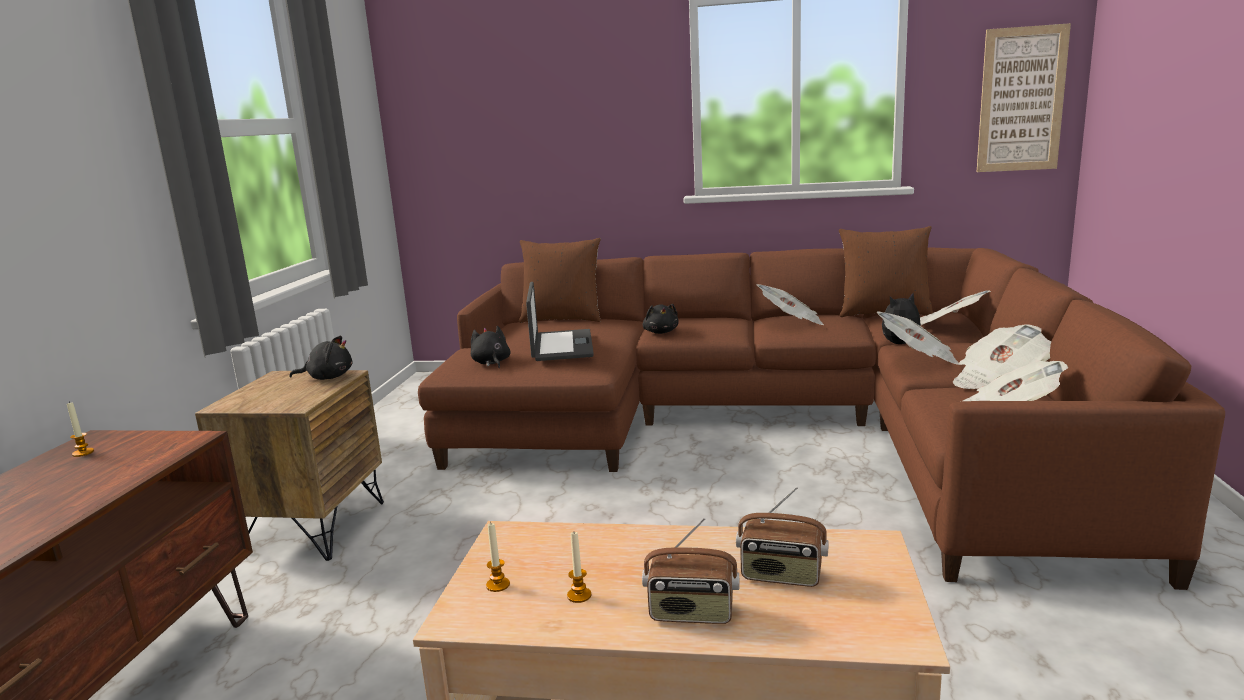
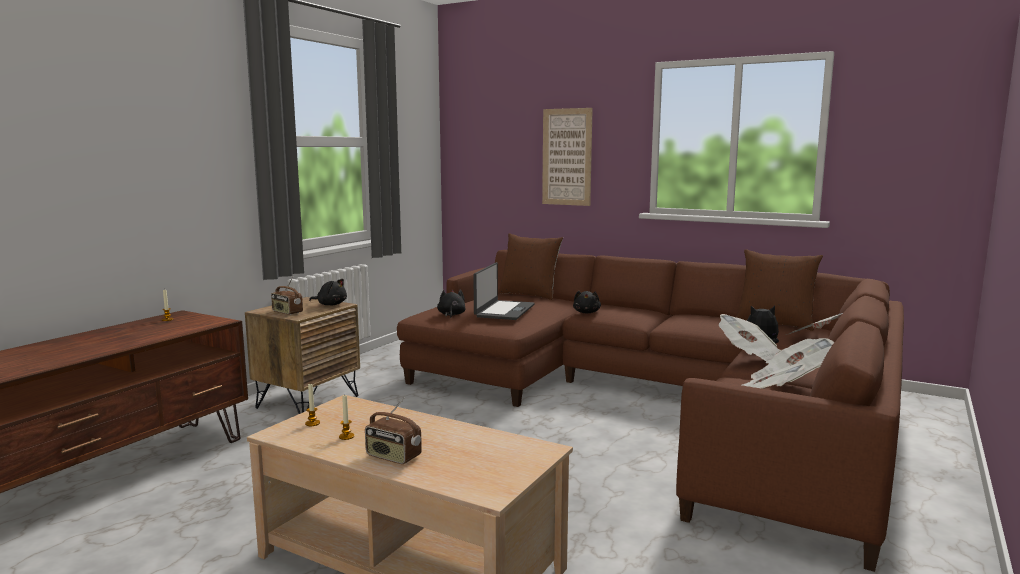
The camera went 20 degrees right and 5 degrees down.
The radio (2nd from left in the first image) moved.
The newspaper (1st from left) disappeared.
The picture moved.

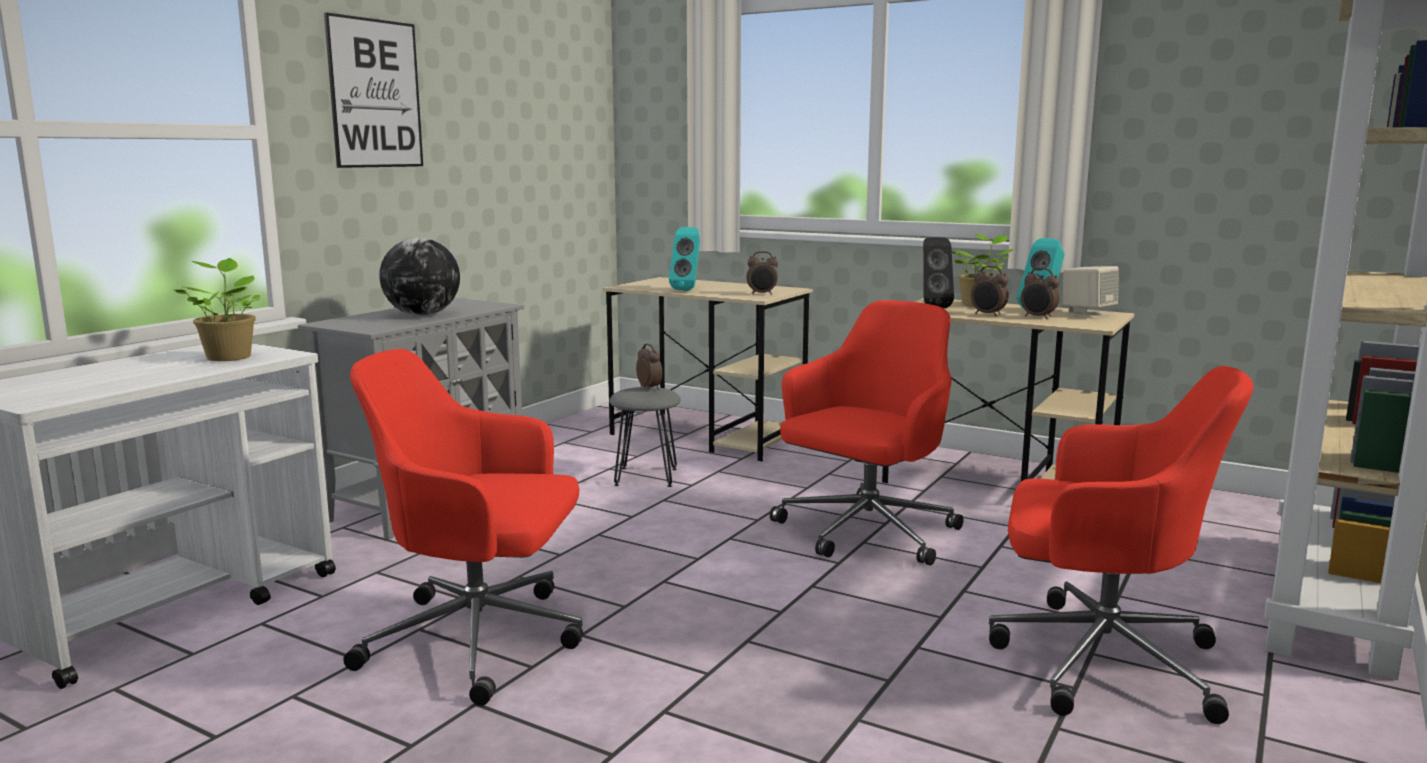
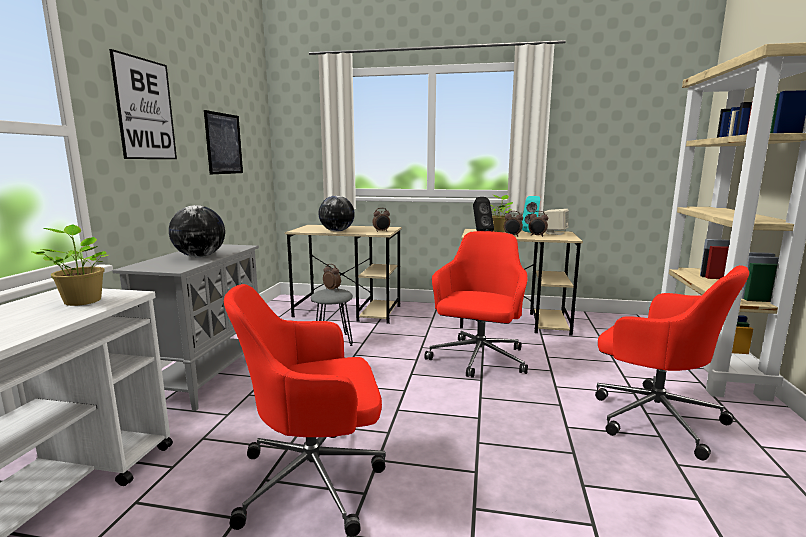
The camera went 20 degrees left and 0 degrees up.
The turquoise speaker (1st from left) was replaced by the globe (2nd from left).
The red office chair (3rd from left) turned 45 degrees clockwise.
The picture (2nd from left) appeared.

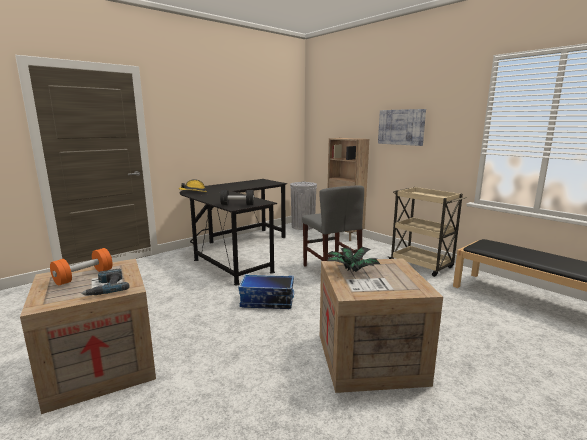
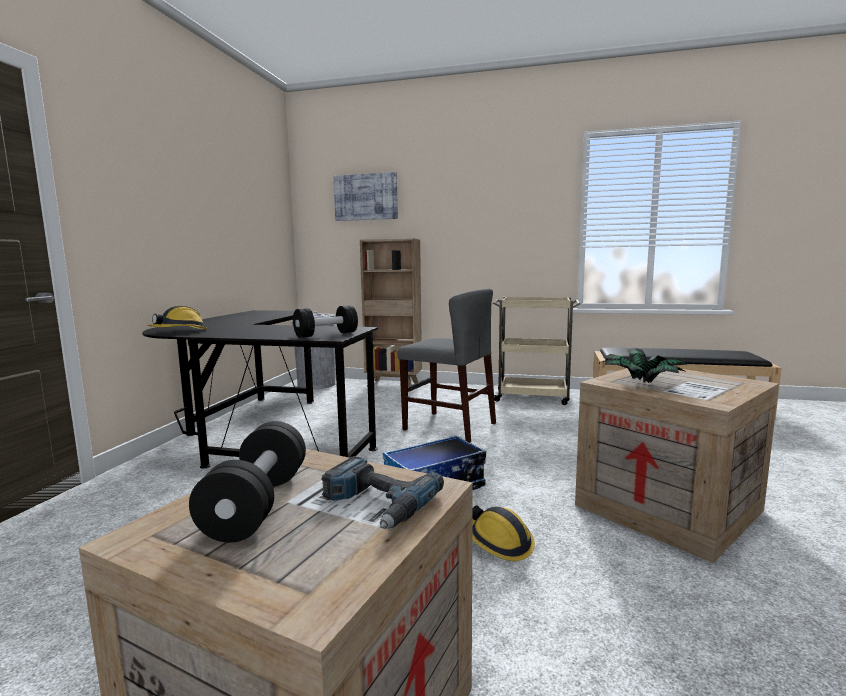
The camera went 35 degrees left and 5 degrees down.
The orange dumbbell became the black dumbbell (1st from left).
The picture moved.
The hard hat (2nd from left) appeared.

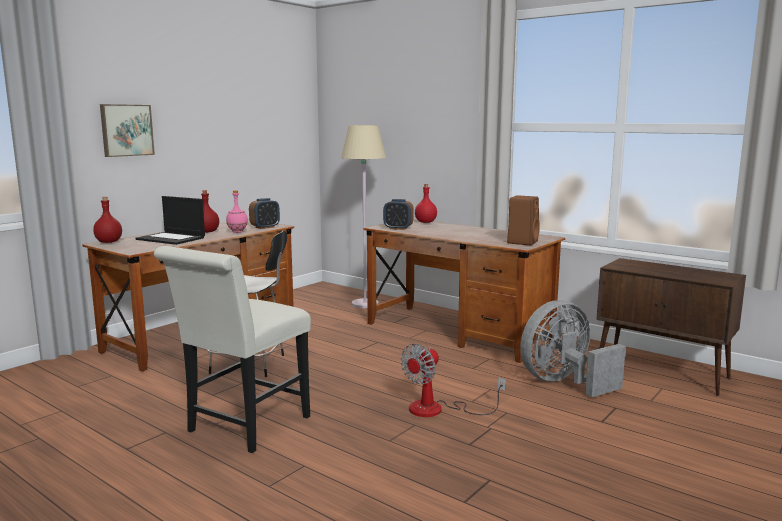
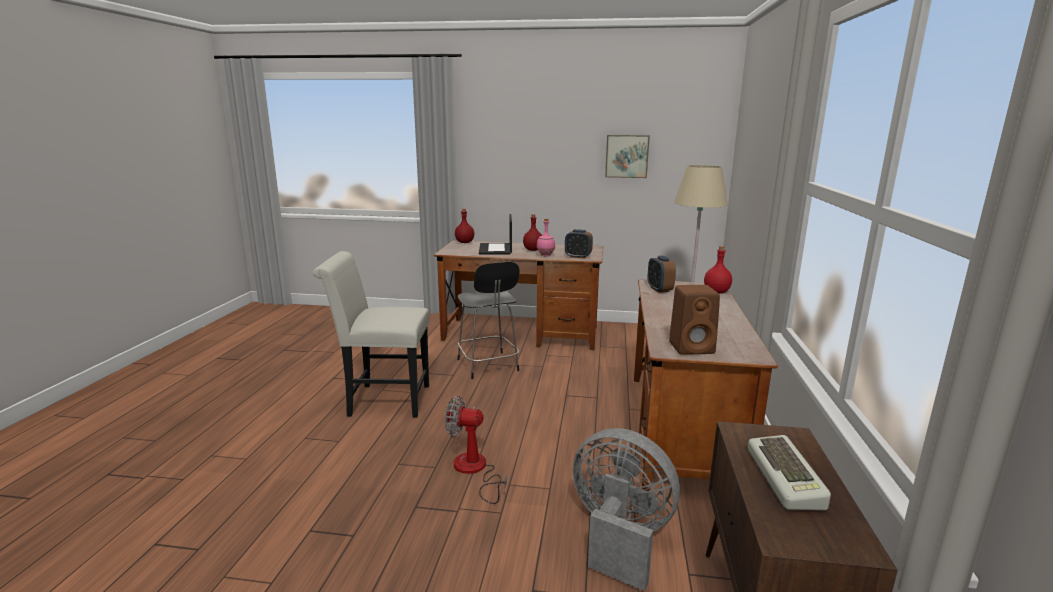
The camera went 60 degrees right and 5 degrees up.
The picture moved.
The keyboard appeared.

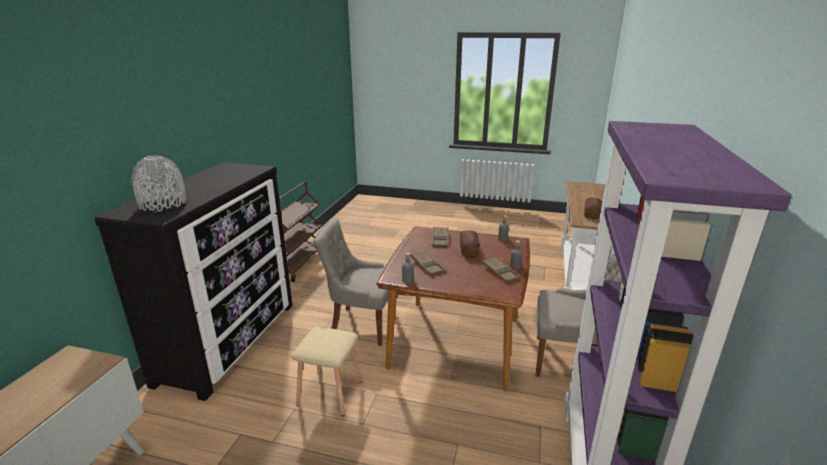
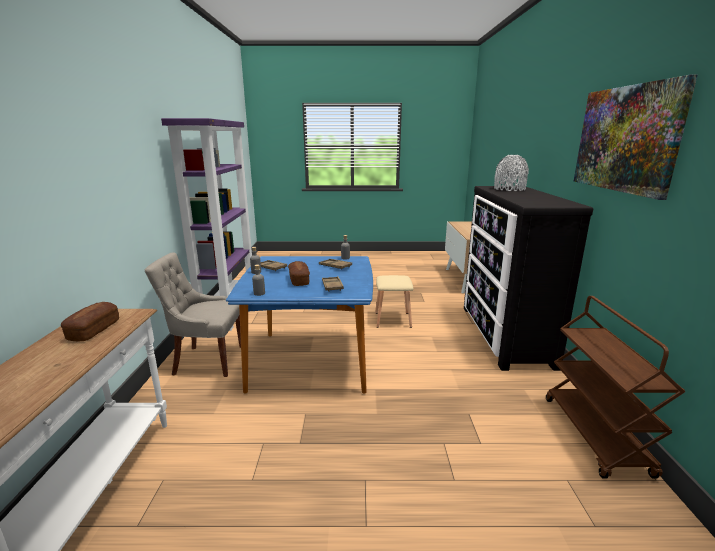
The camera went 165 degrees right and 5 degrees down.
The grey chair (1st from left) disappeared.
The brown dining table became the blue dining table.
The picture appeared.

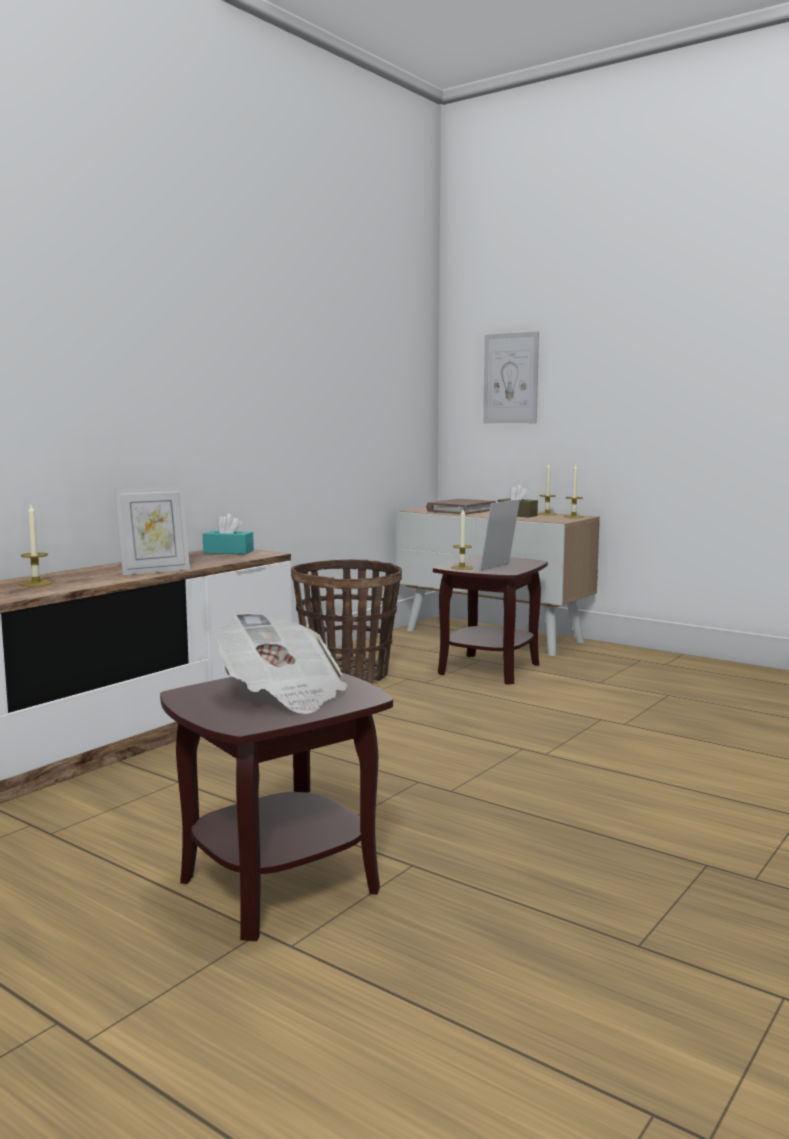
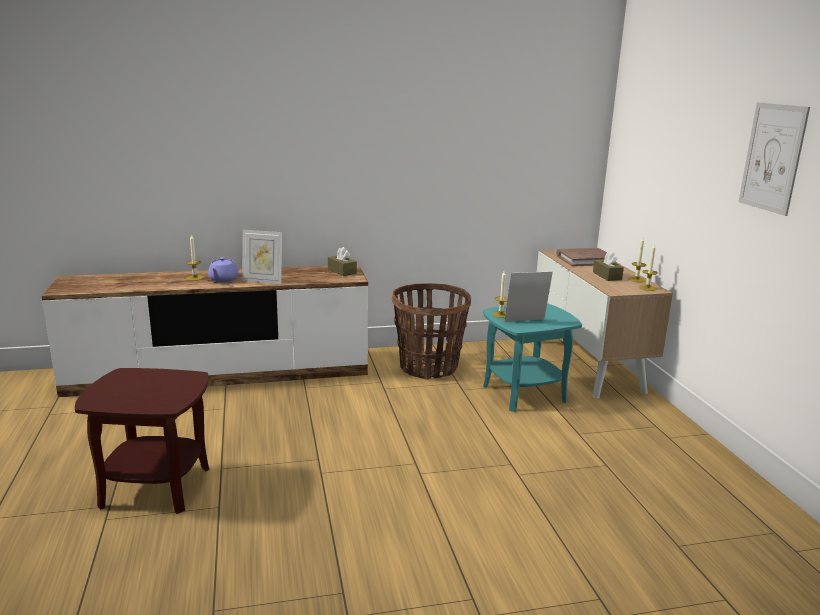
The camera went 40 degrees right and 10 degrees up.
The turquoise tissue box became the brown tissue box (1st from left).
The newspaper disappeared.
The brown side table (2nd from left) became the turquoise side table.
The picture moved.
The purple teapot appeared.

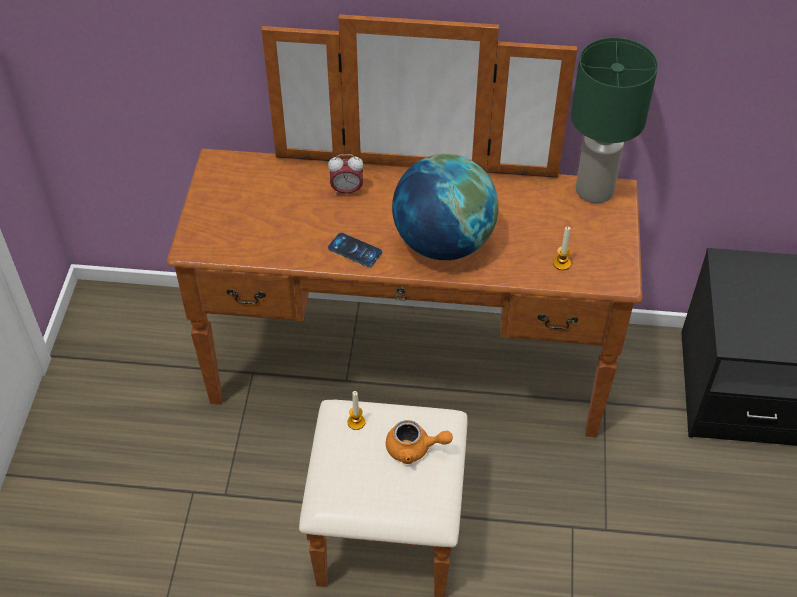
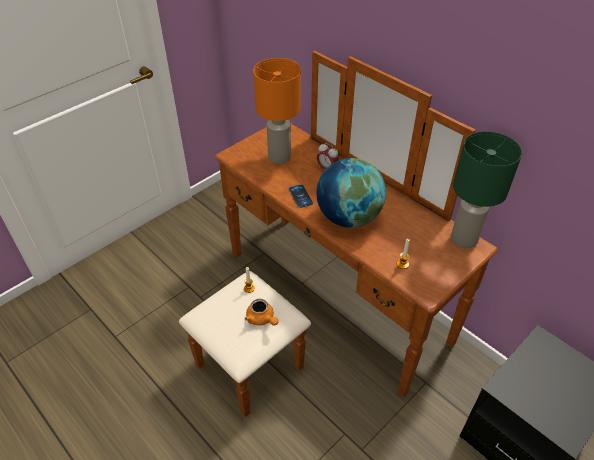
The camera went 40 degrees right and 5 degrees down.
The orange table lamp appeared.

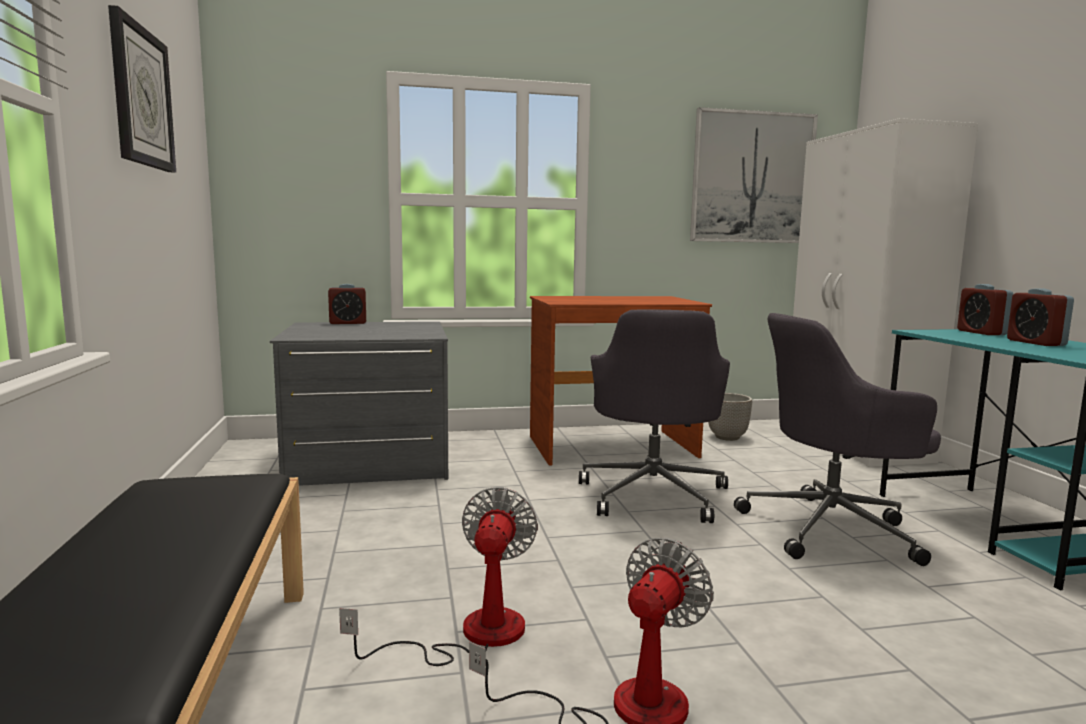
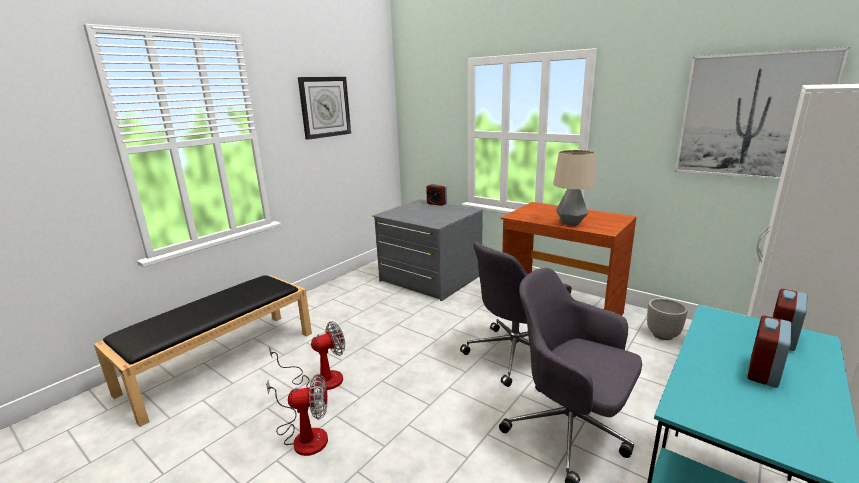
The camera went 50 degrees right and 10 degrees up.
The table lamp appeared.

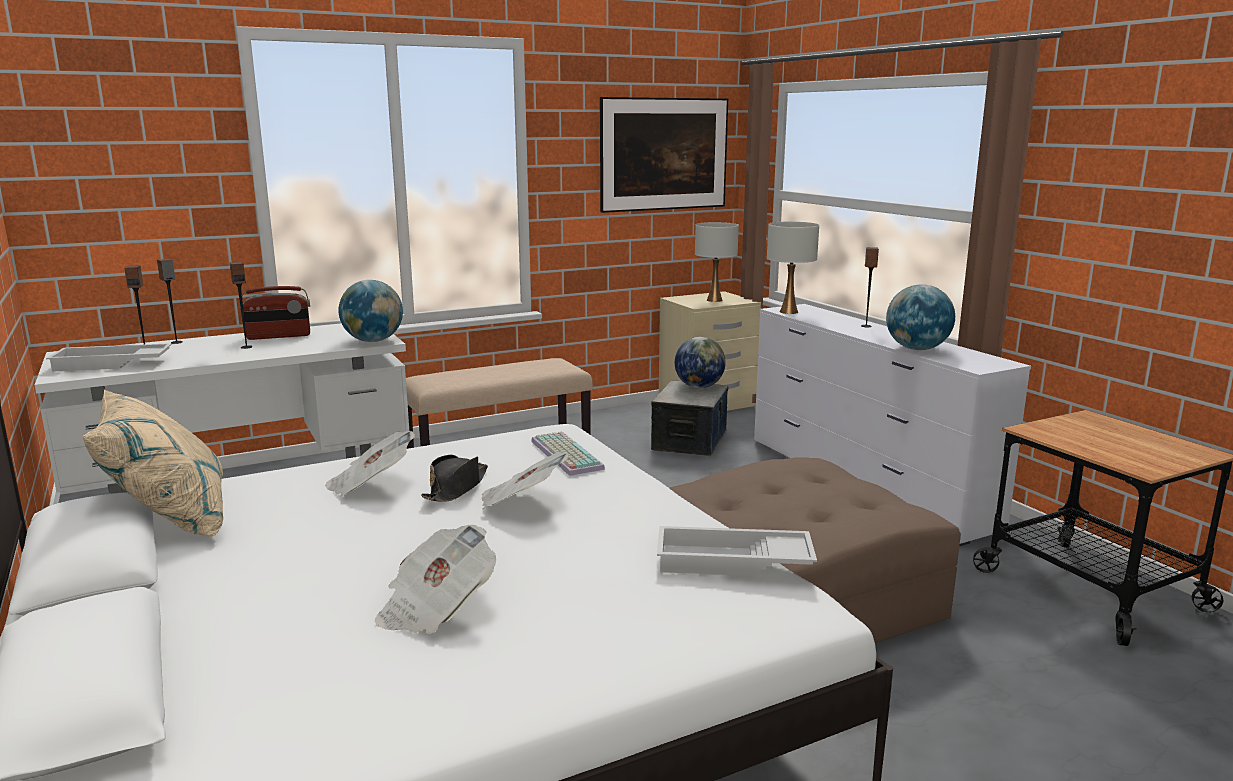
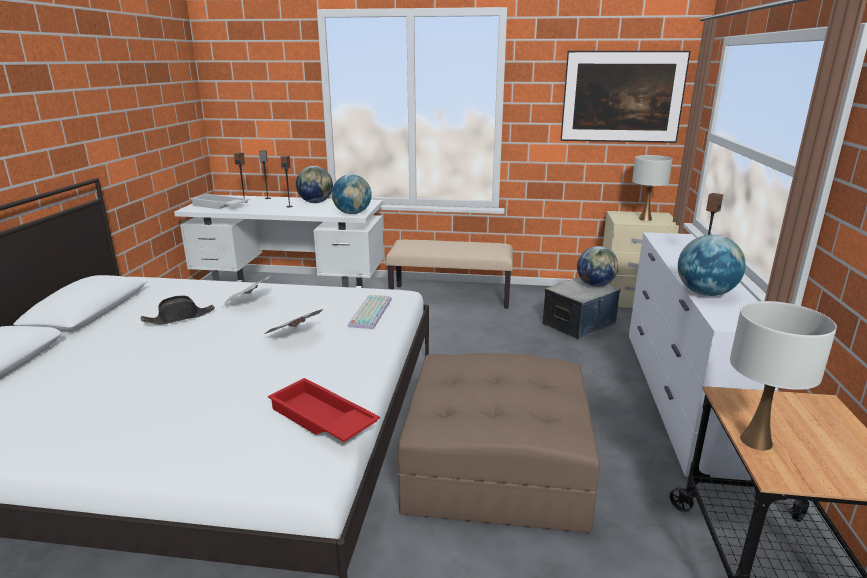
The camera went 35 degrees right and 5 degrees up.
The beige pillow disappeared.
The radio was replaced by the globe (1st from left).
The newspaper (2nd from left) disappeared.
The black hat moved.
The white tray (2nd from left) became the red tray.
The white table lamp (2nd from left) moved.

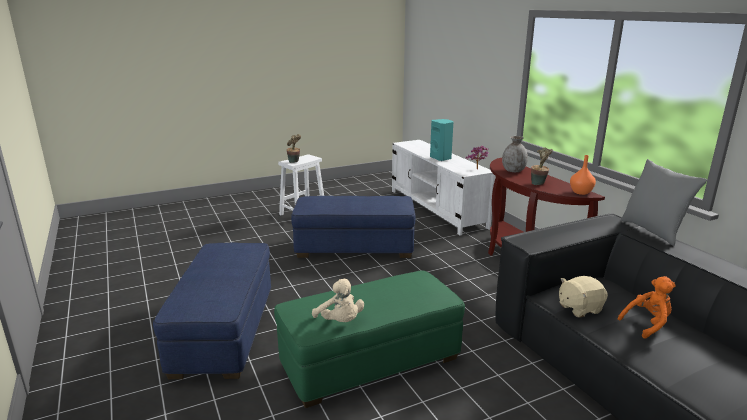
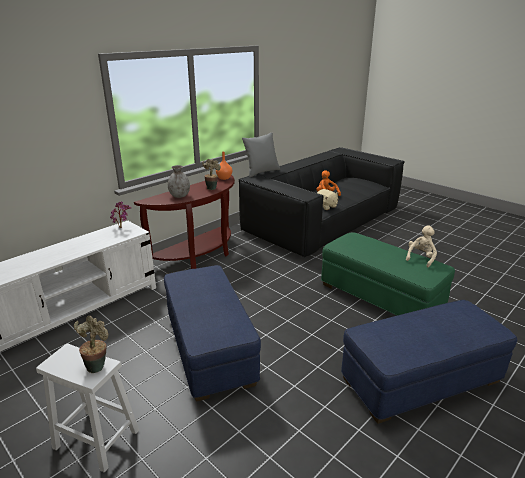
The camera went 110 degrees left and 5 degrees up.
The turquoise speaker disappeared.

